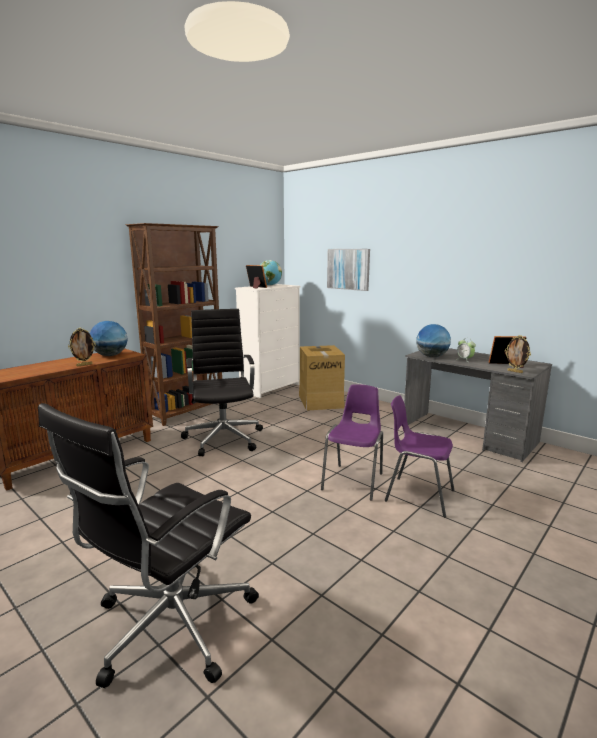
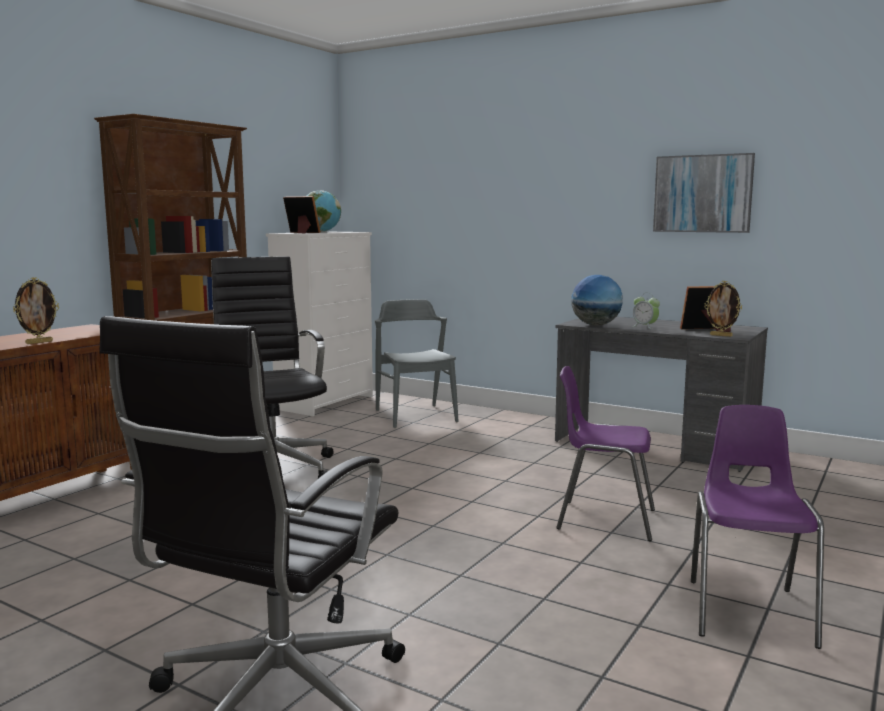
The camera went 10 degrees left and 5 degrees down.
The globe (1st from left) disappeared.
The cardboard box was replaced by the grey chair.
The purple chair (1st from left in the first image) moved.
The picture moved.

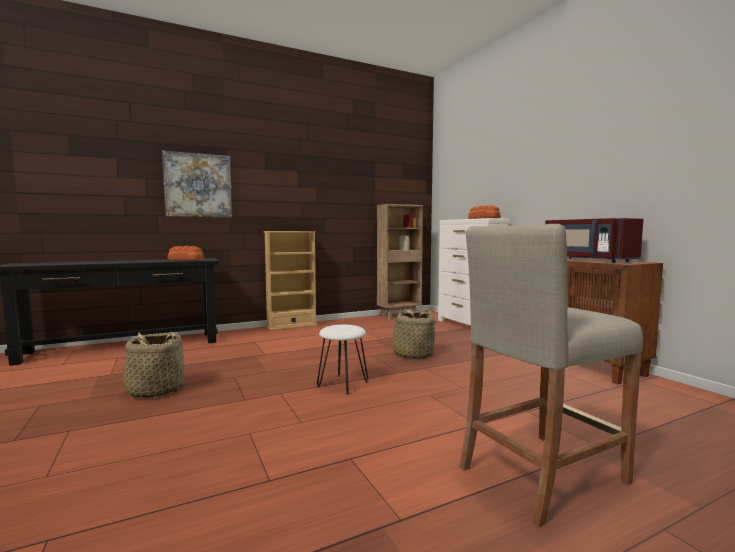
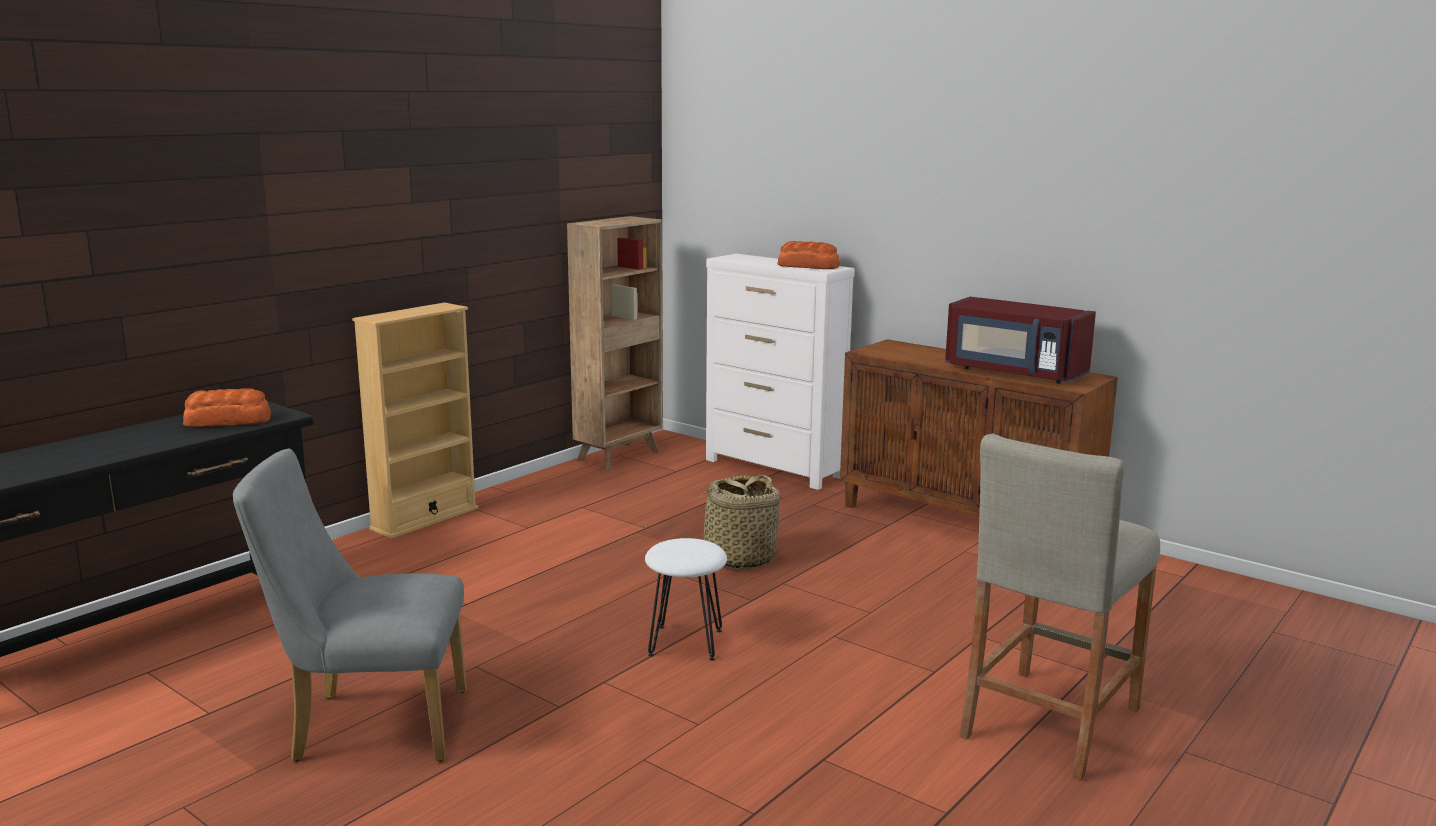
The camera went 25 degrees left and 10 degrees up.
The basket (1st from left) was replaced by the grey chair.
The picture disappeared.

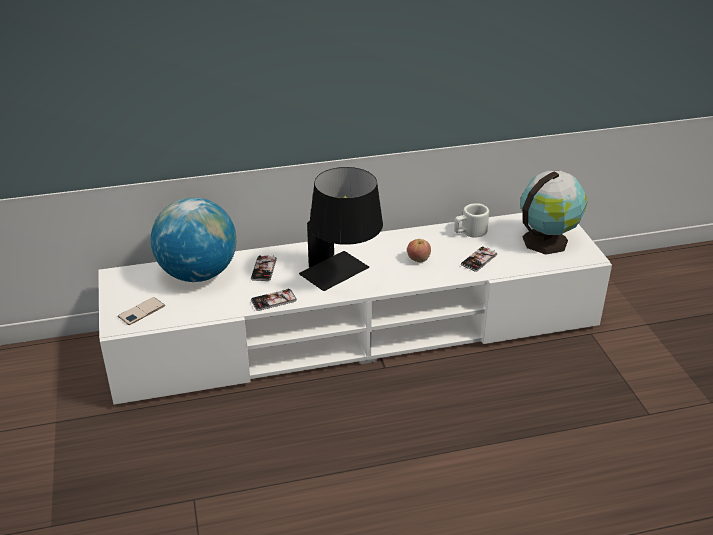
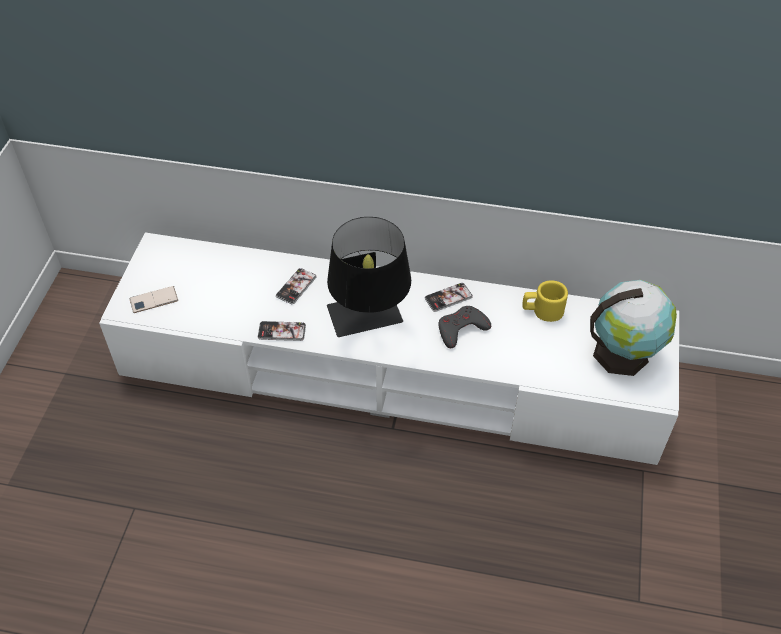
The camera went 25 degrees right and 15 degrees up.
The globe (1st from left) disappeared.
The apple was replaced by the grey game controller.
The white mug became the yellow mug.
The phone (4th from left) moved.

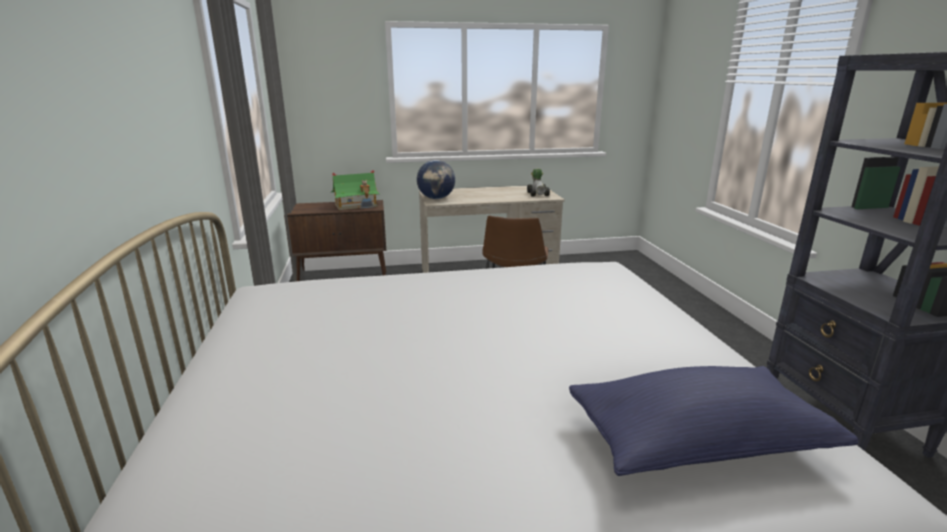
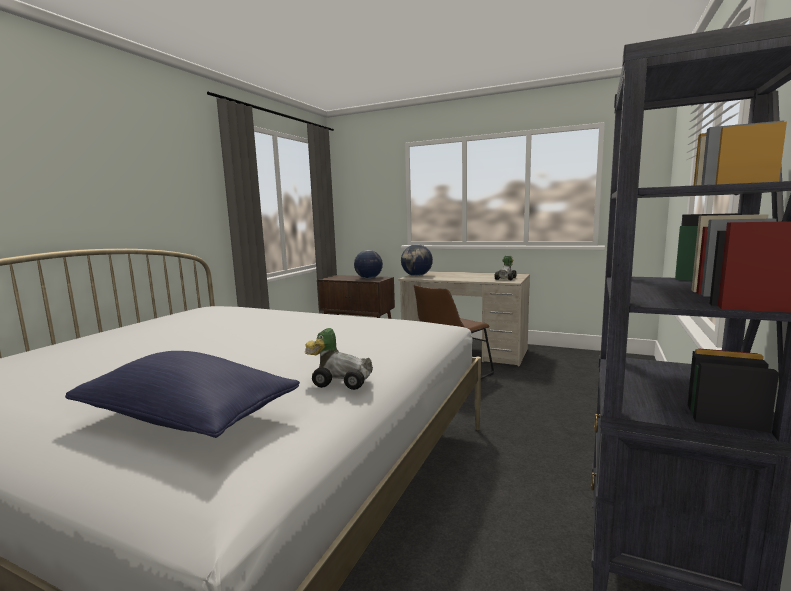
The camera went 35 degrees right and 10 degrees down.
The toy house was replaced by the globe (1st from left).
The toy car (1st from left) appeared.

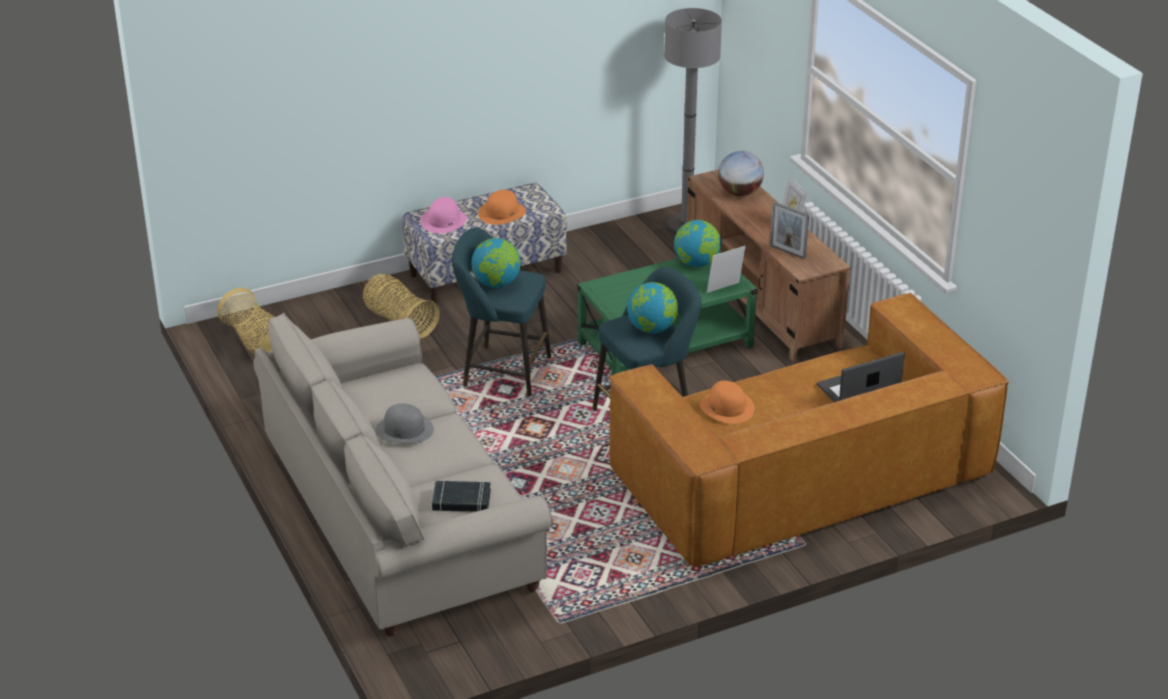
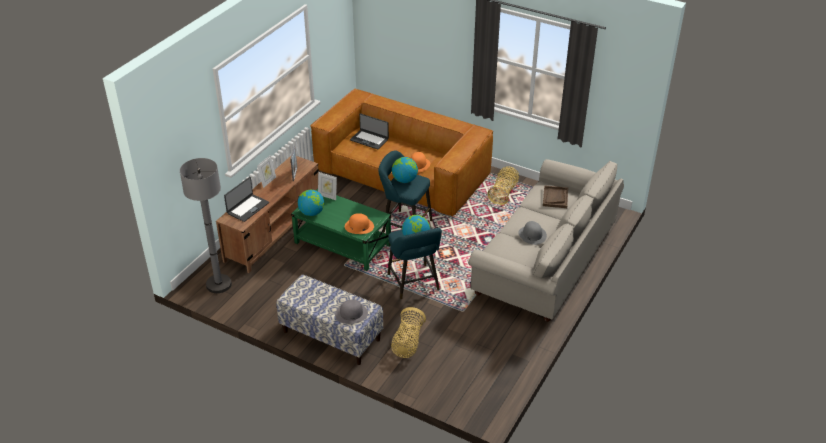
The camera went 125 degrees left and 5 degrees up.
The basket (1st from left in the first image) moved.
The pink hat became the grey hat (1st from left).
The black book was replaced by the brown tray.
The orange hat (1st from left) moved.
The globe (4th from left) was replaced by the laptop (1st from left).

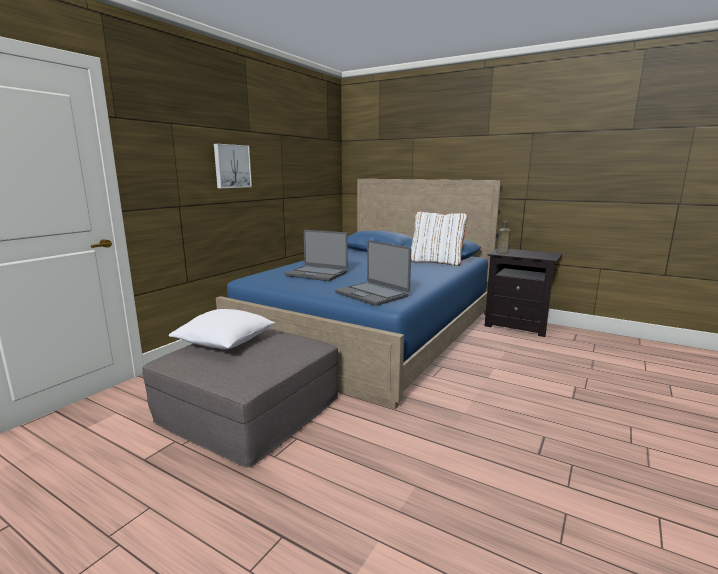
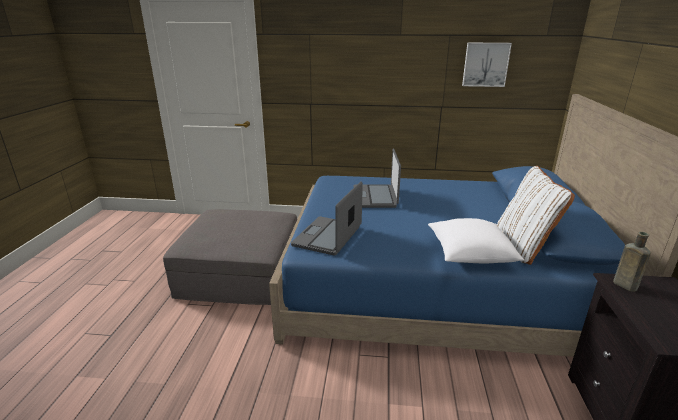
The camera went 65 degrees right and 10 degrees up.
The white pillow (1st from left) moved.
The picture moved.

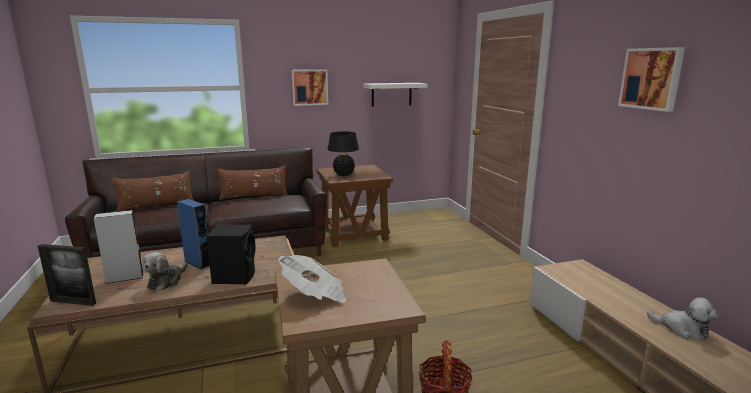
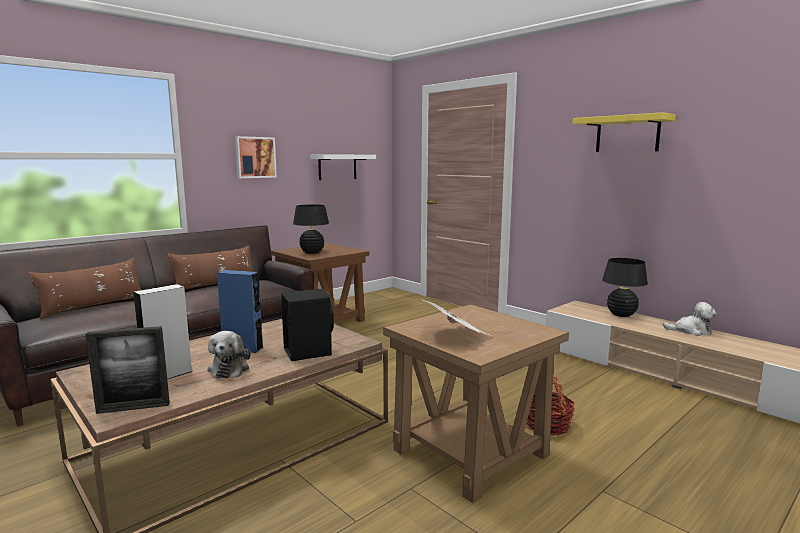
The camera went 25 degrees left and 5 degrees down.
The picture (2nd from left) was replaced by the yellow shelf.
The black table lamp (2nd from left) appeared.

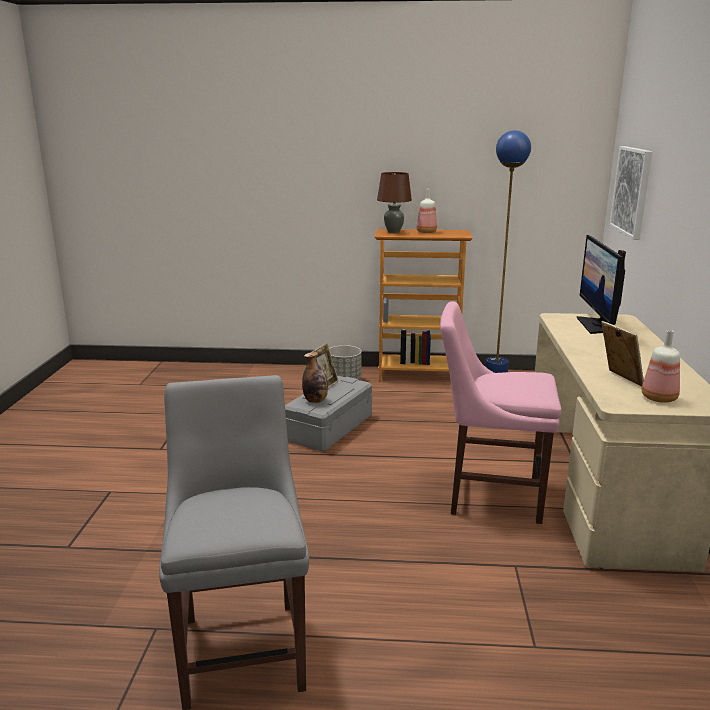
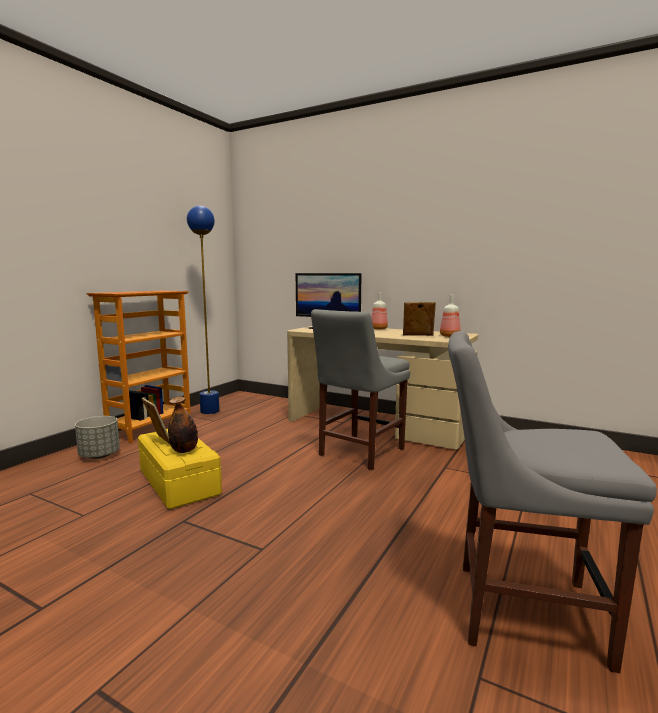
The camera went 65 degrees left and 10 degrees down.
The grey storage box became the yellow storage box.
The brown table lamp disappeared.
The bottle (2nd from left) moved.
The pink chair became the grey chair (1st from left).
The picture disappeared.

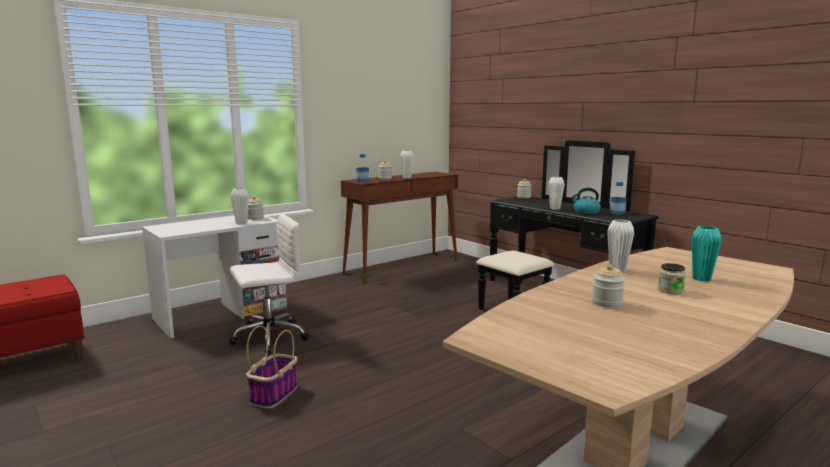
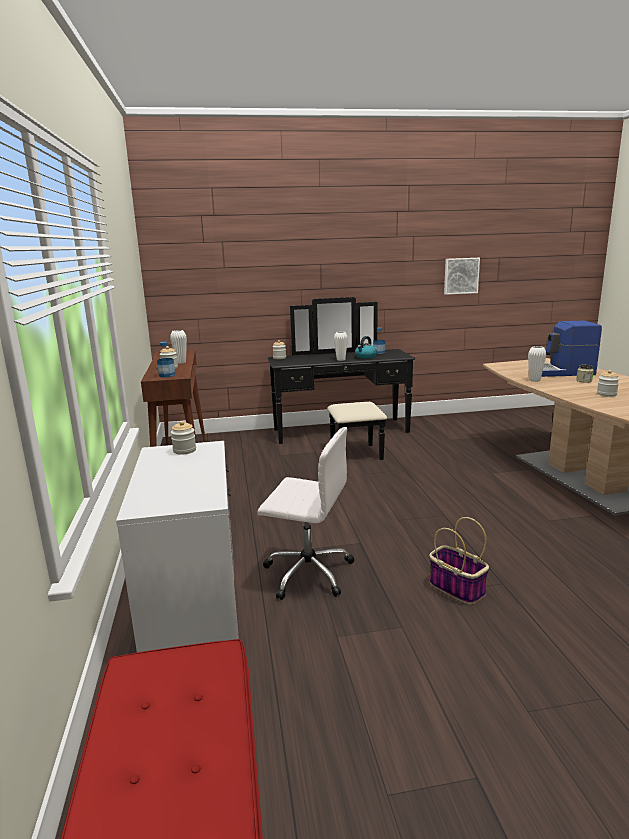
The camera went 60 degrees left and 5 degrees up.
The white office chair turned 105 degrees clockwise.
The white vase (1st from left) disappeared.
The turquoise vase was replaced by the coffee machine.
The picture appeared.

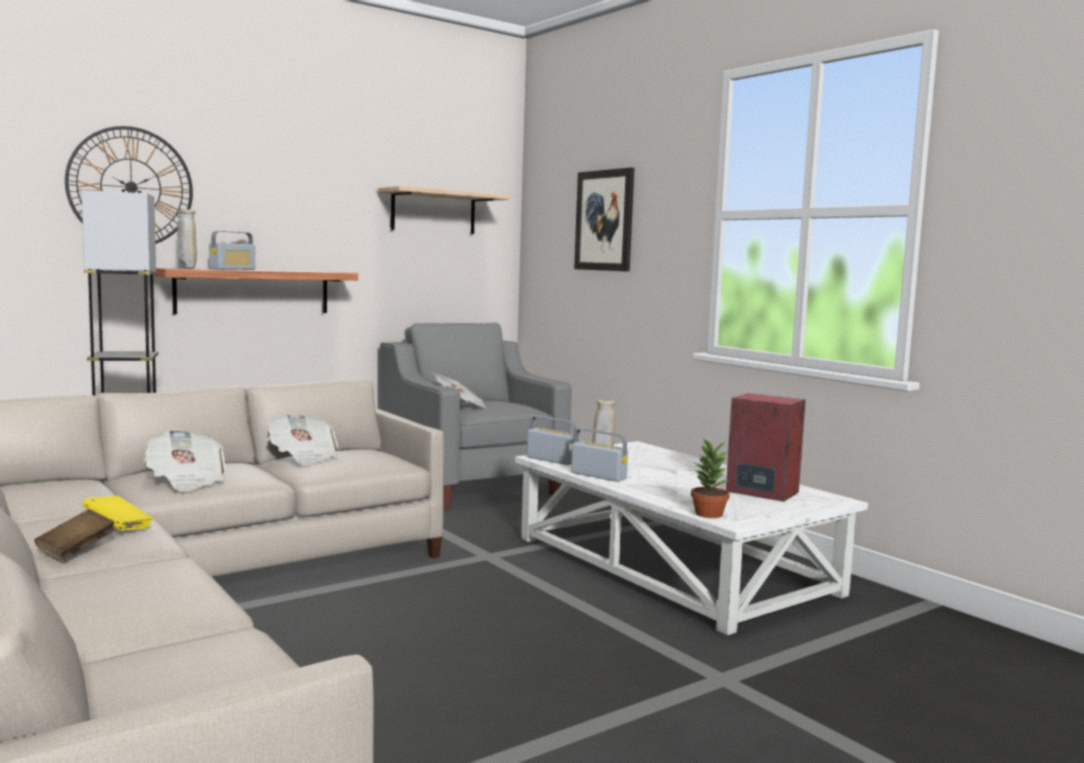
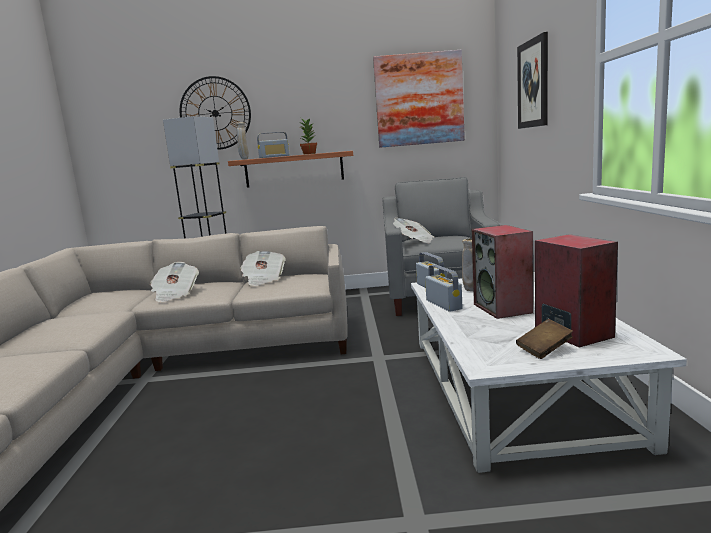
The camera went 35 degrees right and 5 degrees up.
The brown book moved.
The yellow book disappeared.
The shelf (2nd from left) was replaced by the picture (1st from left).
The potted plant moved.
The speaker (1st from left) appeared.

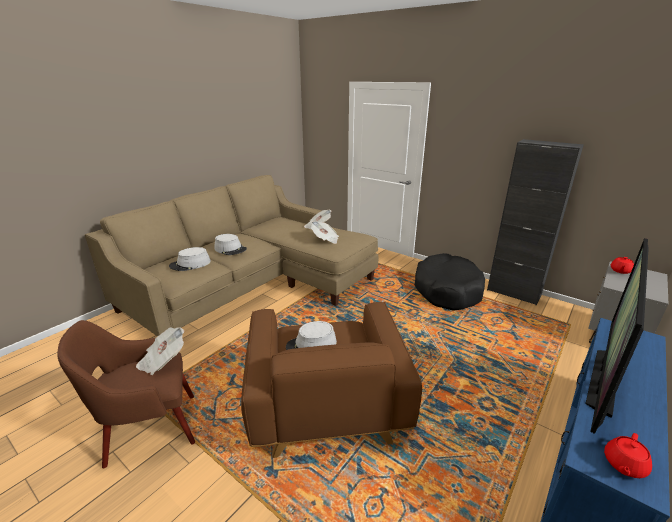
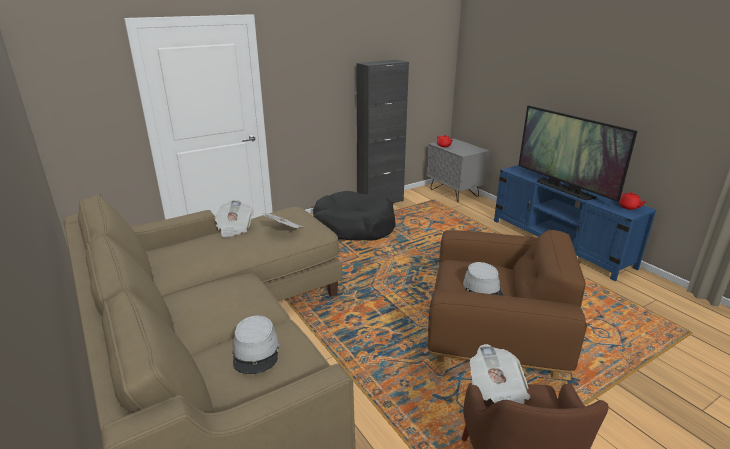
The camera went 70 degrees left and 0 degrees up.
The grey hat (2nd from left) disappeared.

